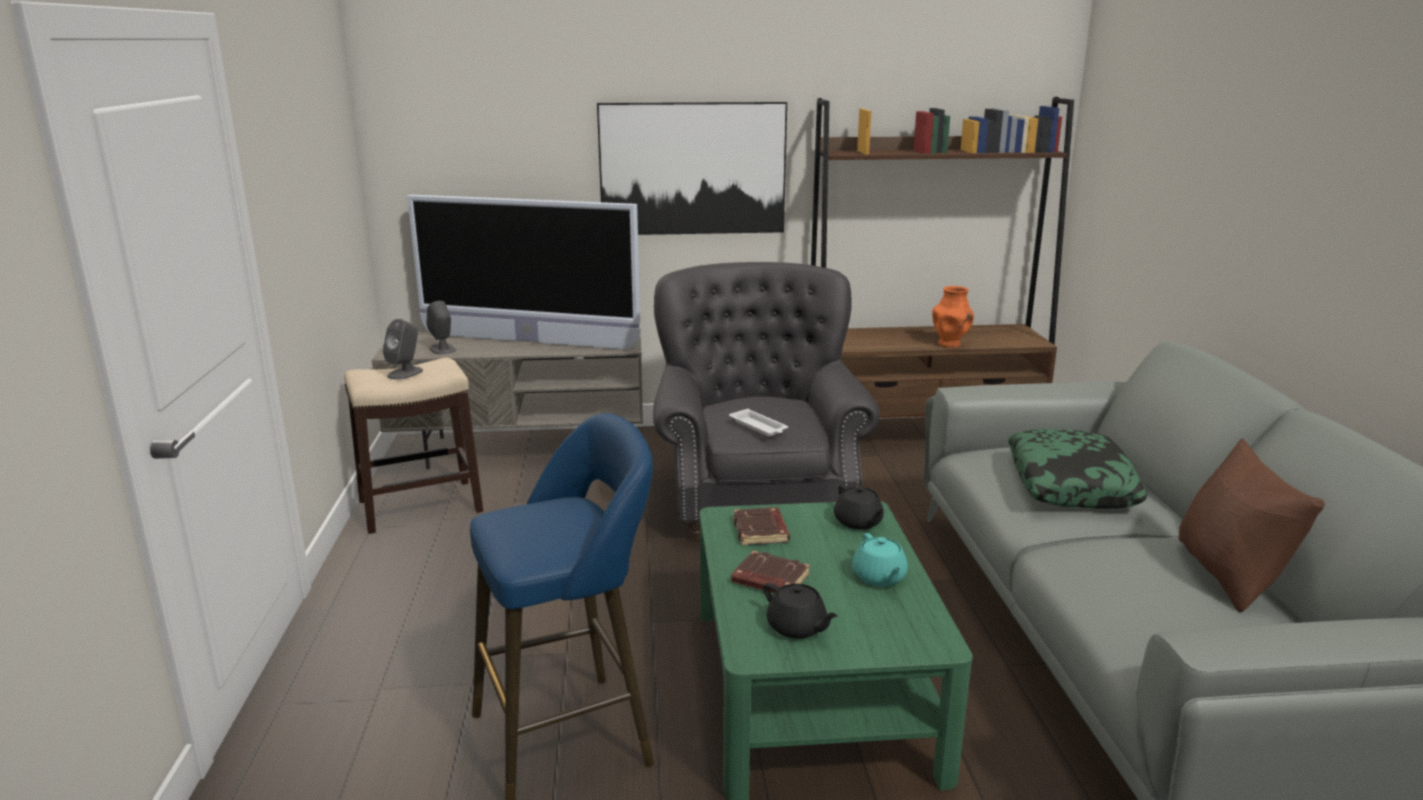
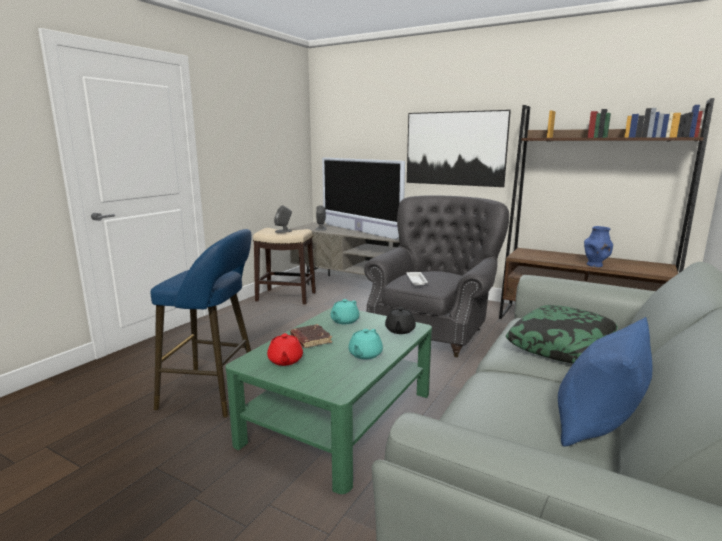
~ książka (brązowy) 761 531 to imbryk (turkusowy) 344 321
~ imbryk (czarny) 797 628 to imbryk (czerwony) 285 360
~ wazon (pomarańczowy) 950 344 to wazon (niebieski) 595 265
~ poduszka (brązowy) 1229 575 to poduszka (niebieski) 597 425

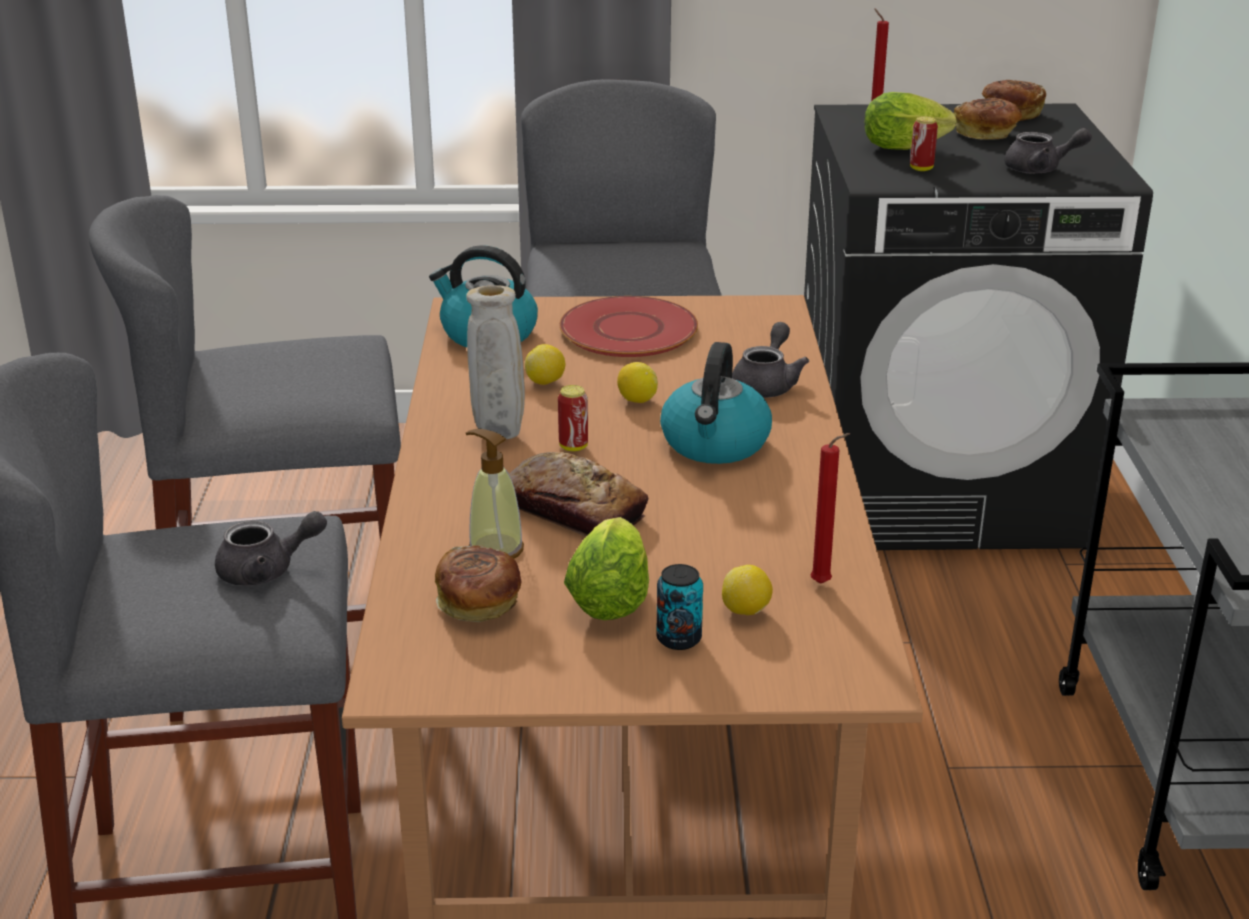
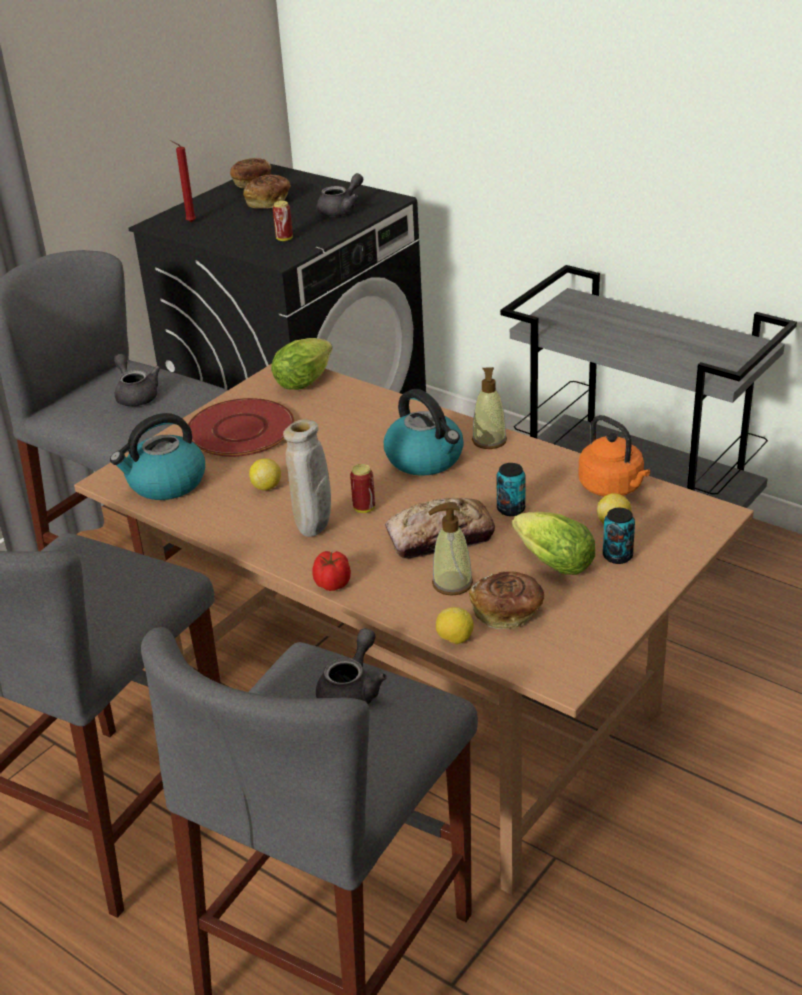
~ cytryna 637 400 to 454 639
~ imbryk (szary) 767 384 to 136 395
~ świeca (czerwony) 824 584 to czajnik (pomarańczowy) 613 488
~ sałata 908 148 to 306 380
+ pomidor 332 584
+ dozownik mydła 489 441
+ puszka 511 509

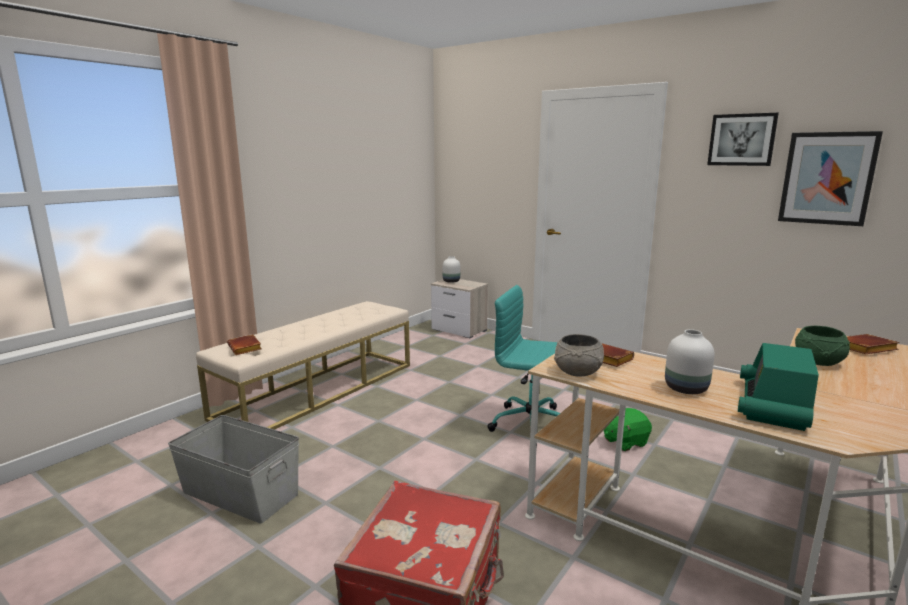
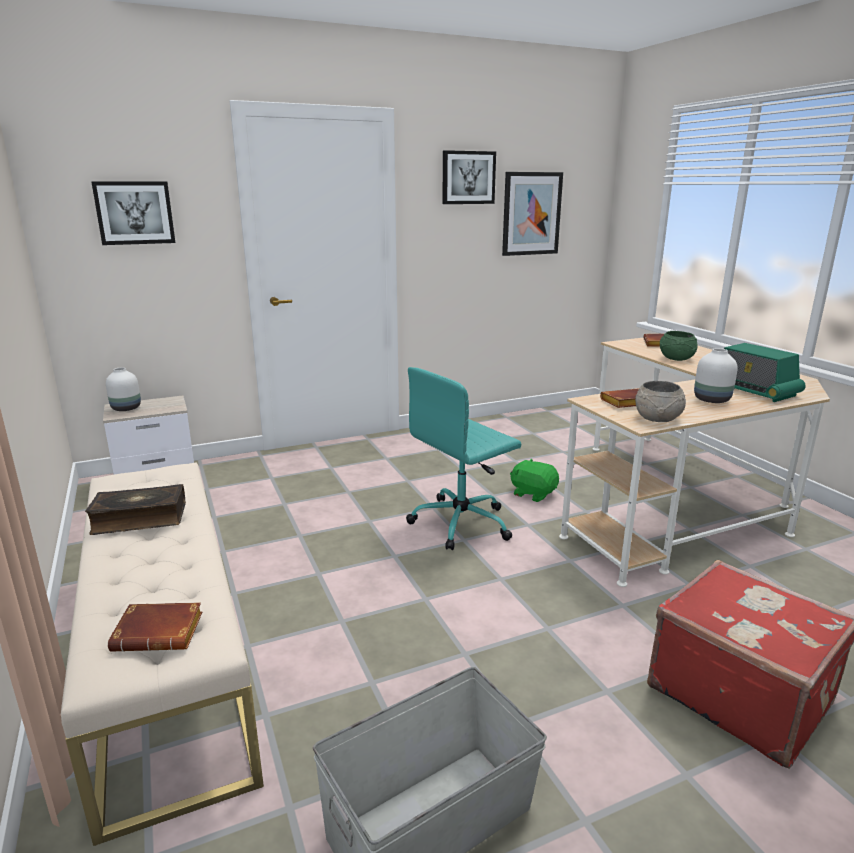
~ pluszak (zielony) 624 442 = 533 493 120 degrees clockwise
+ książka 139 519
+ obraz 134 213

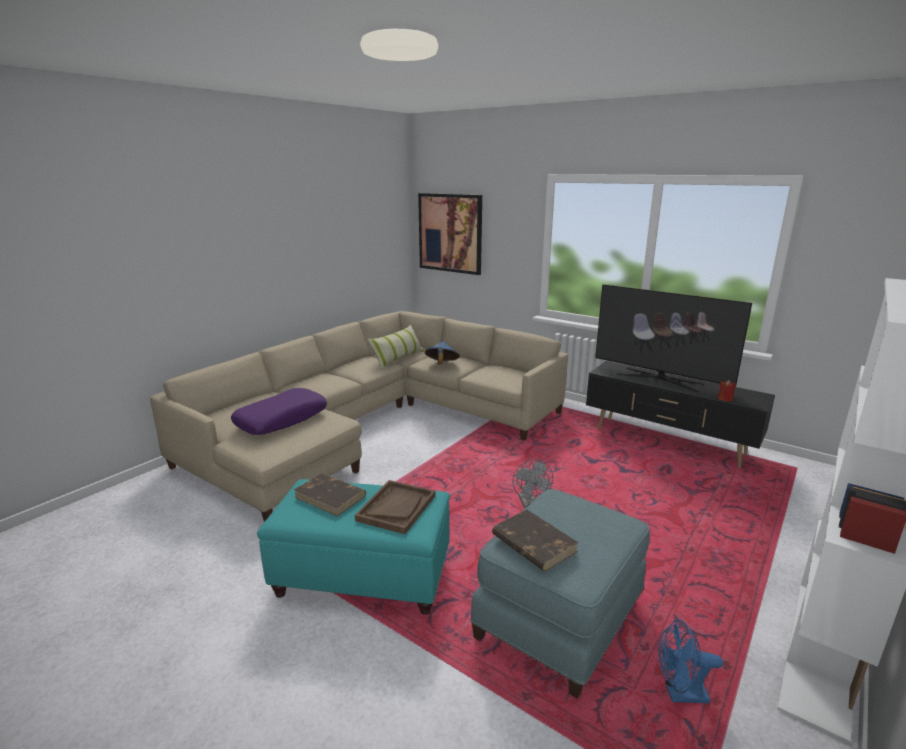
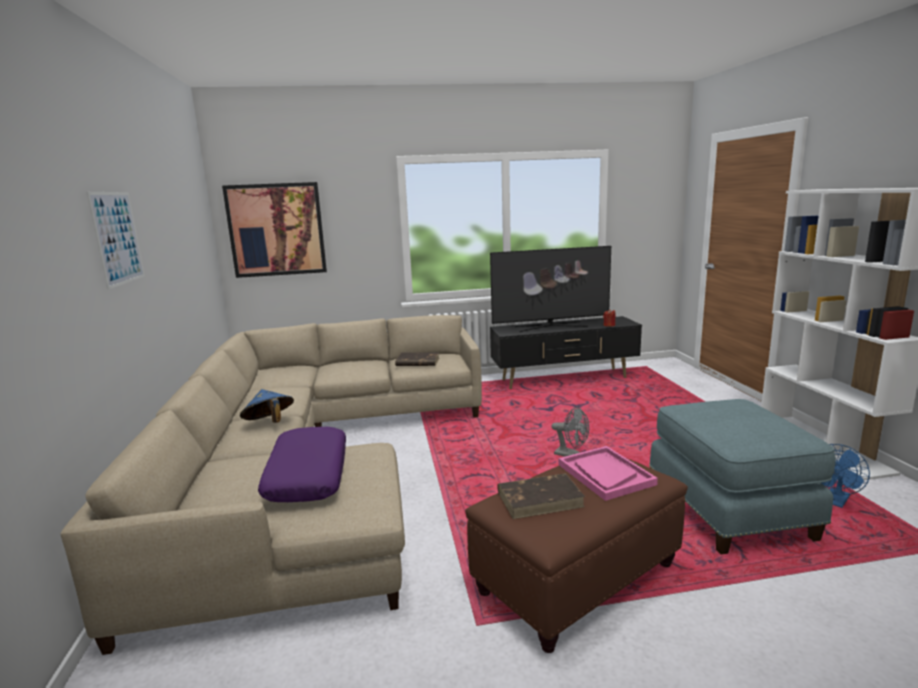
~ pufa (turkusowy) 364 577 to pufa (brązowy) 578 578
~ taca (brązowy) 396 508 to taca (różowy) 605 474
- poduszka 397 358
~ kapelusz (niebieski) 441 364 to 269 423
~ książka (brązowy) 533 543 to 417 362
+ obraz 117 238

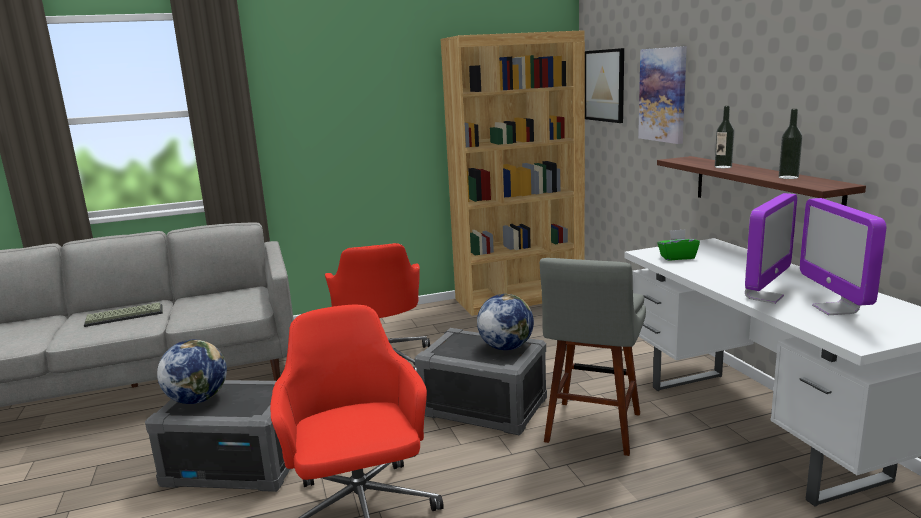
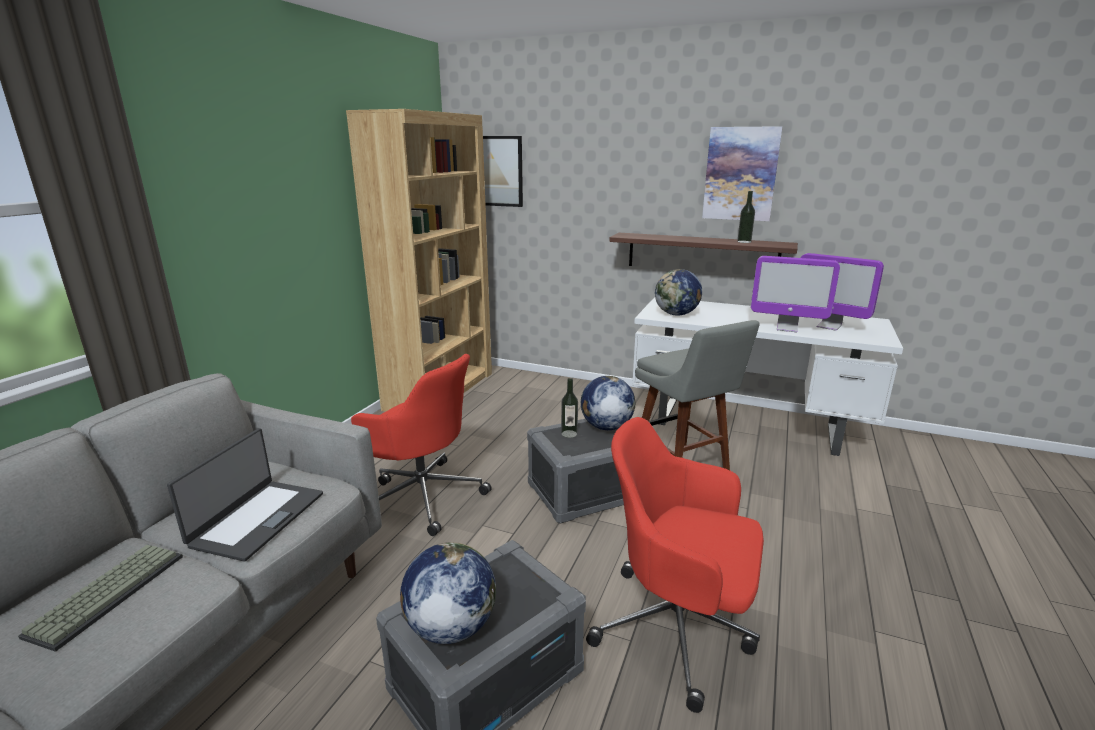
~ obraz 663 95 to 740 174
~ pudełko chusteczek (zielony) 677 257 to globus 676 314
~ butelka 723 167 to 569 434
~ monitor 764 297 = 787 328 120 degrees clockwise
+ laptop 257 519

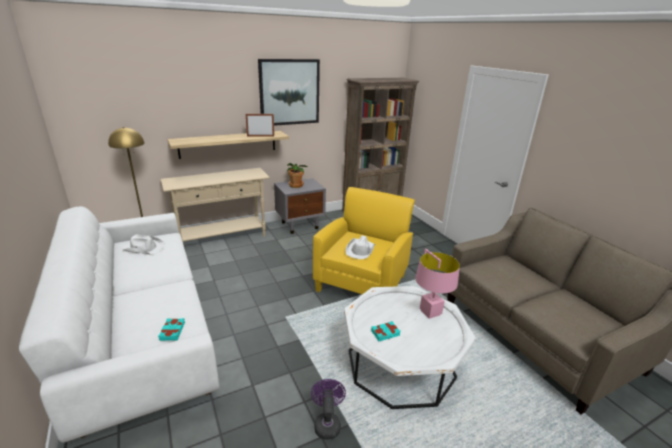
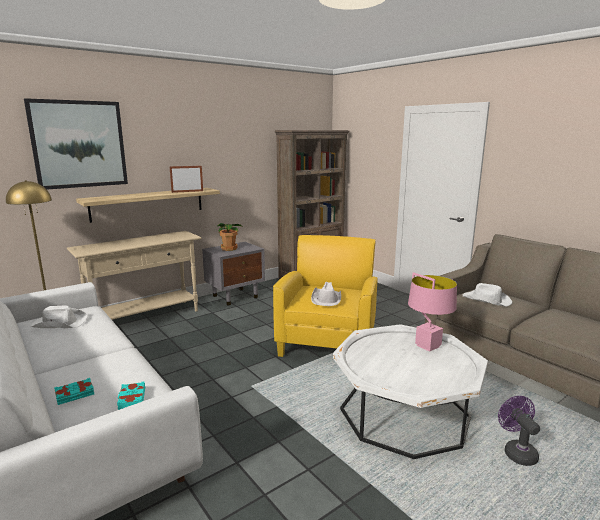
~ obraz 289 92 to 79 144
~ wentylator (fioletowy) 327 423 to 516 451
~ książka (turkusowy) 385 333 to 75 394
+ kapelusz (biały) 487 300

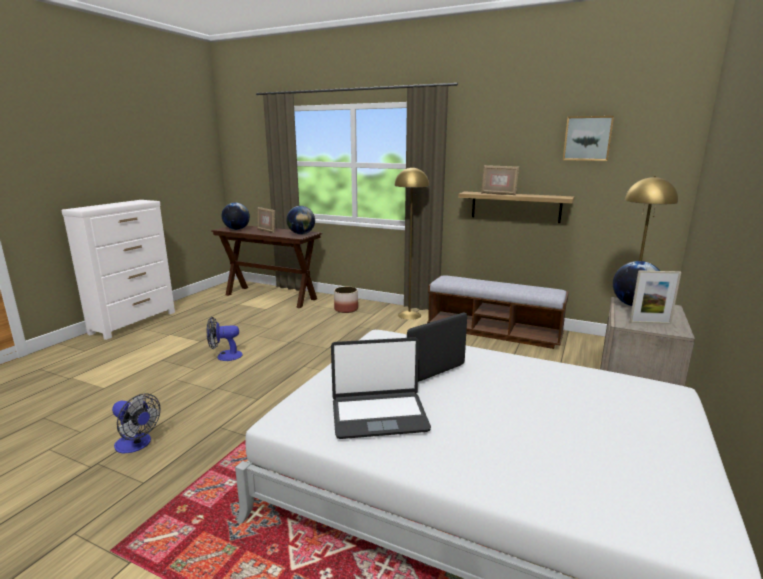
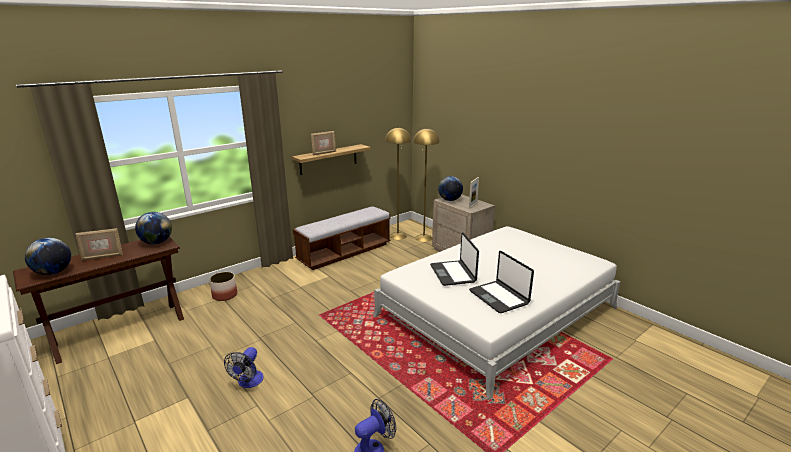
~ laptop 379 415 = 499 297 135 degrees clockwise
~ lampa stojąca (żółty) 409 315 to 397 236
- obraz 587 138

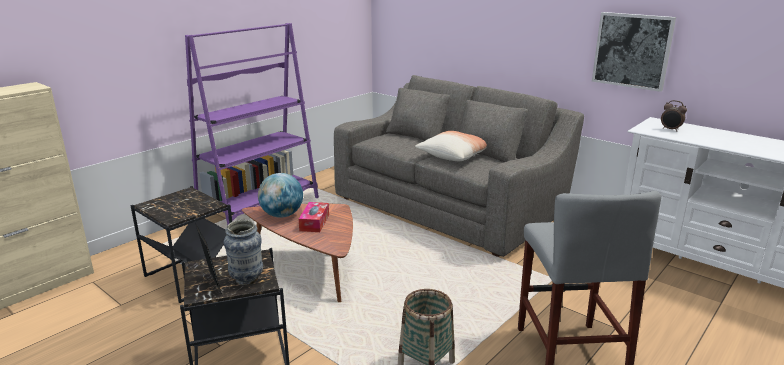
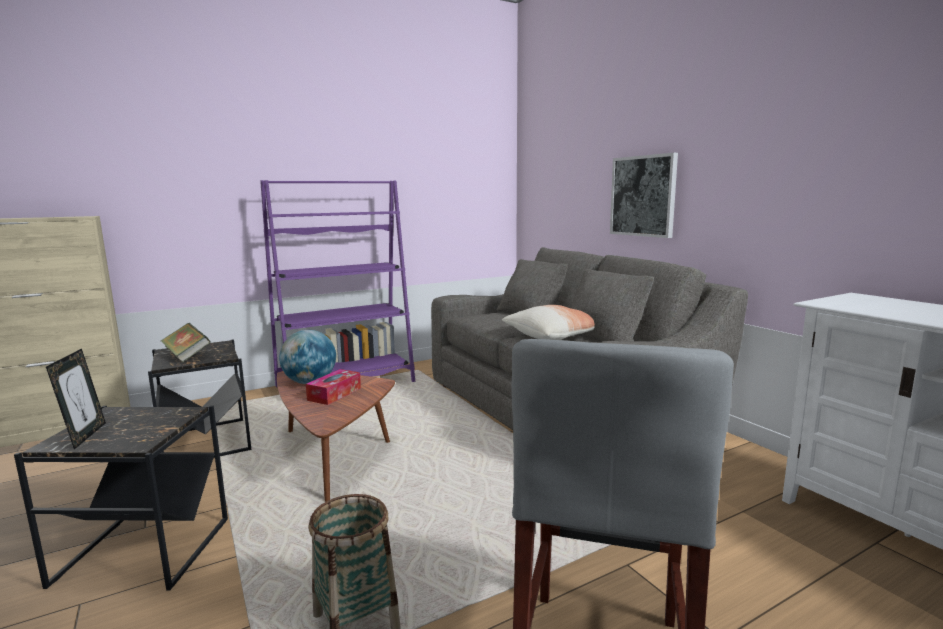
- wazon 247 279
~ obraz 632 50 to 643 196
- budzik 670 129
+ książka 187 356

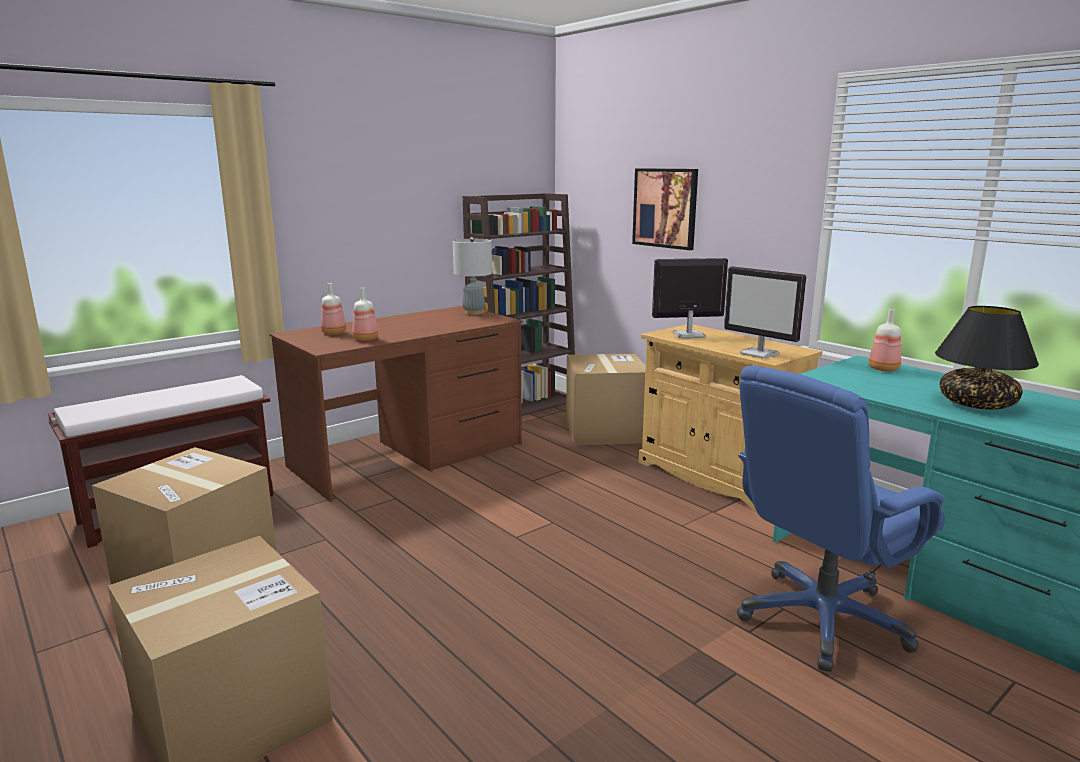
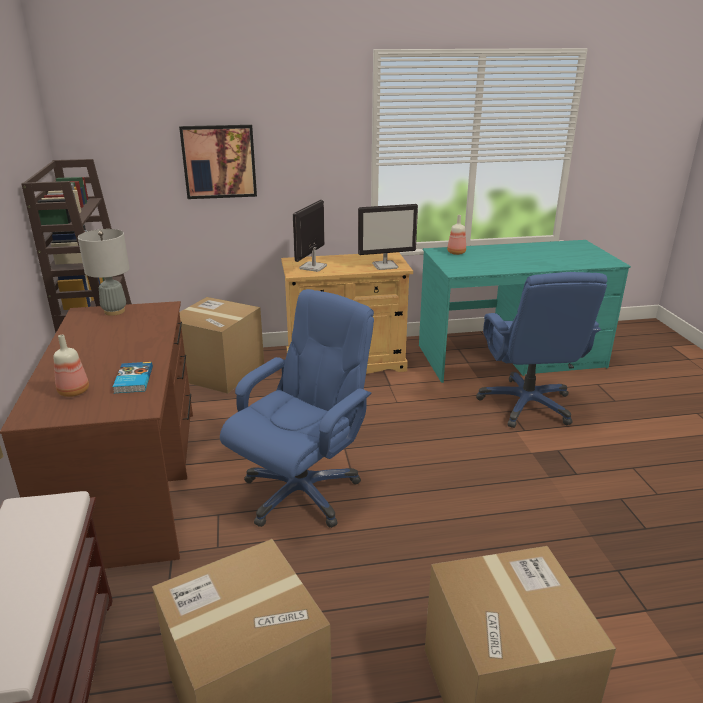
~ butelka 364 339 to książka 132 380
- lampa stołowa (czarny) 977 404
+ krzesło biurowe (niebieski) 302 491

